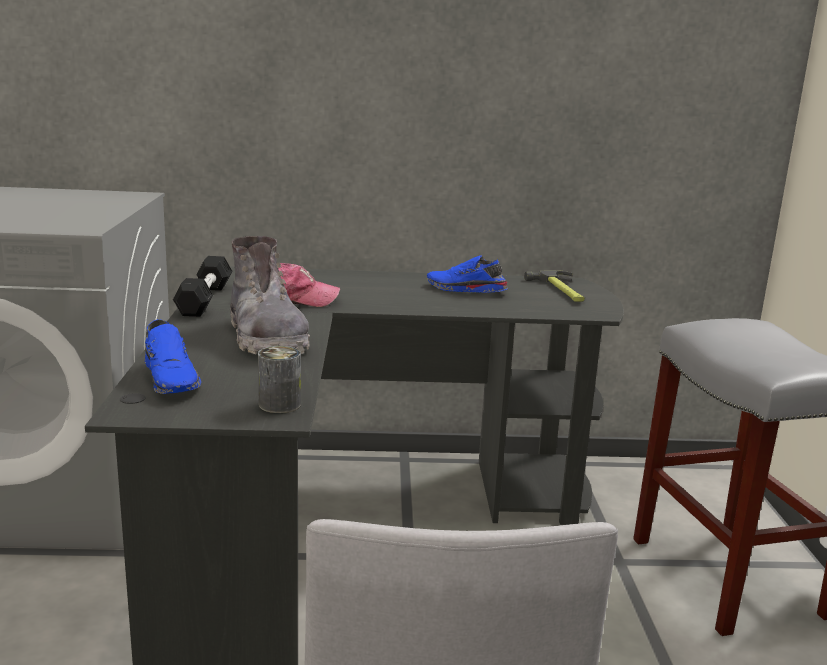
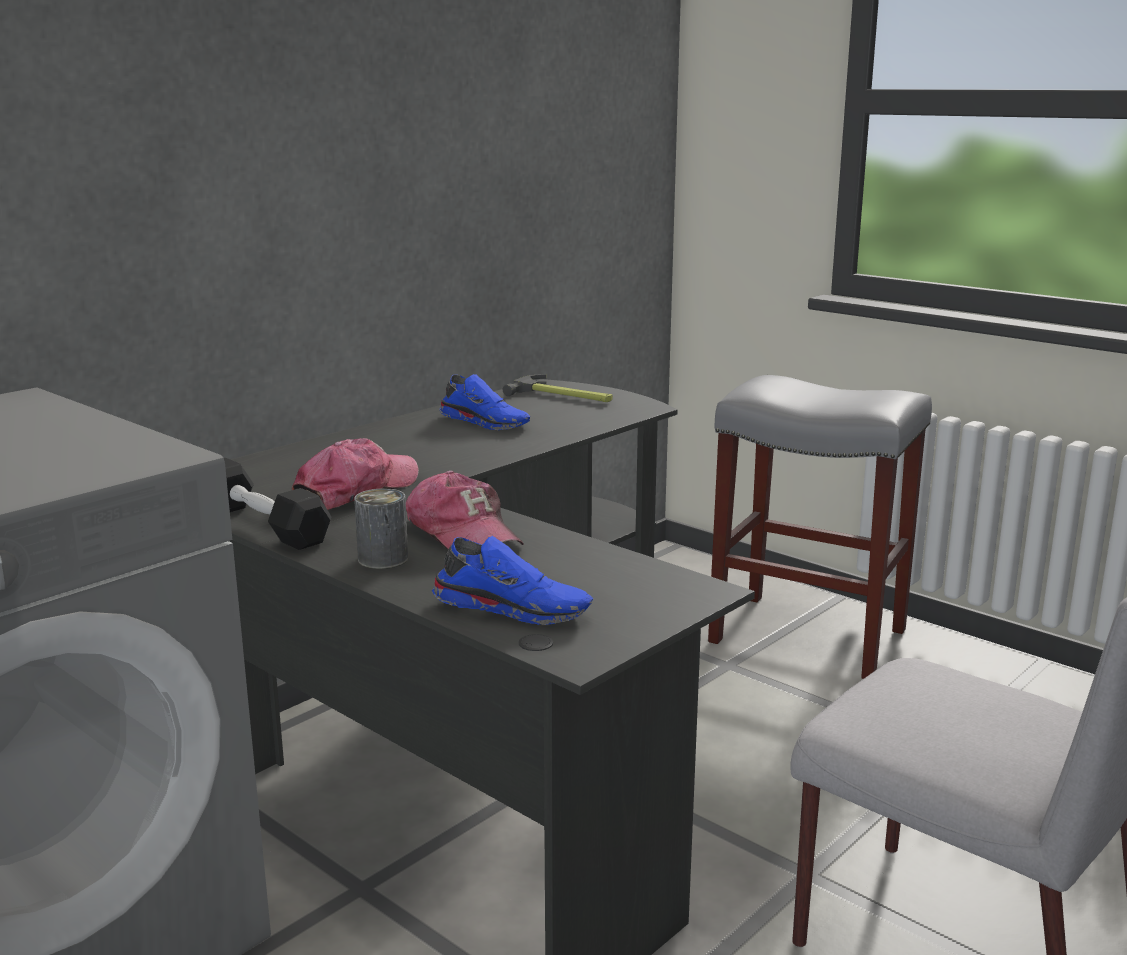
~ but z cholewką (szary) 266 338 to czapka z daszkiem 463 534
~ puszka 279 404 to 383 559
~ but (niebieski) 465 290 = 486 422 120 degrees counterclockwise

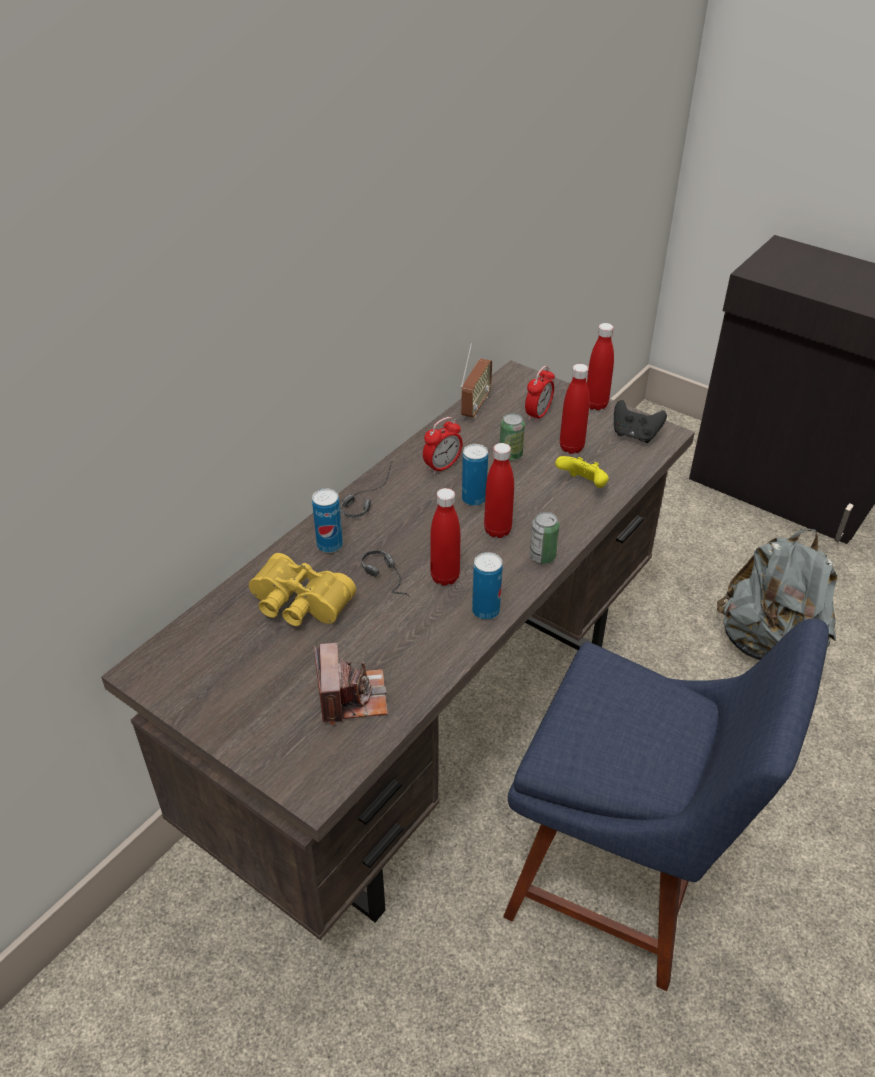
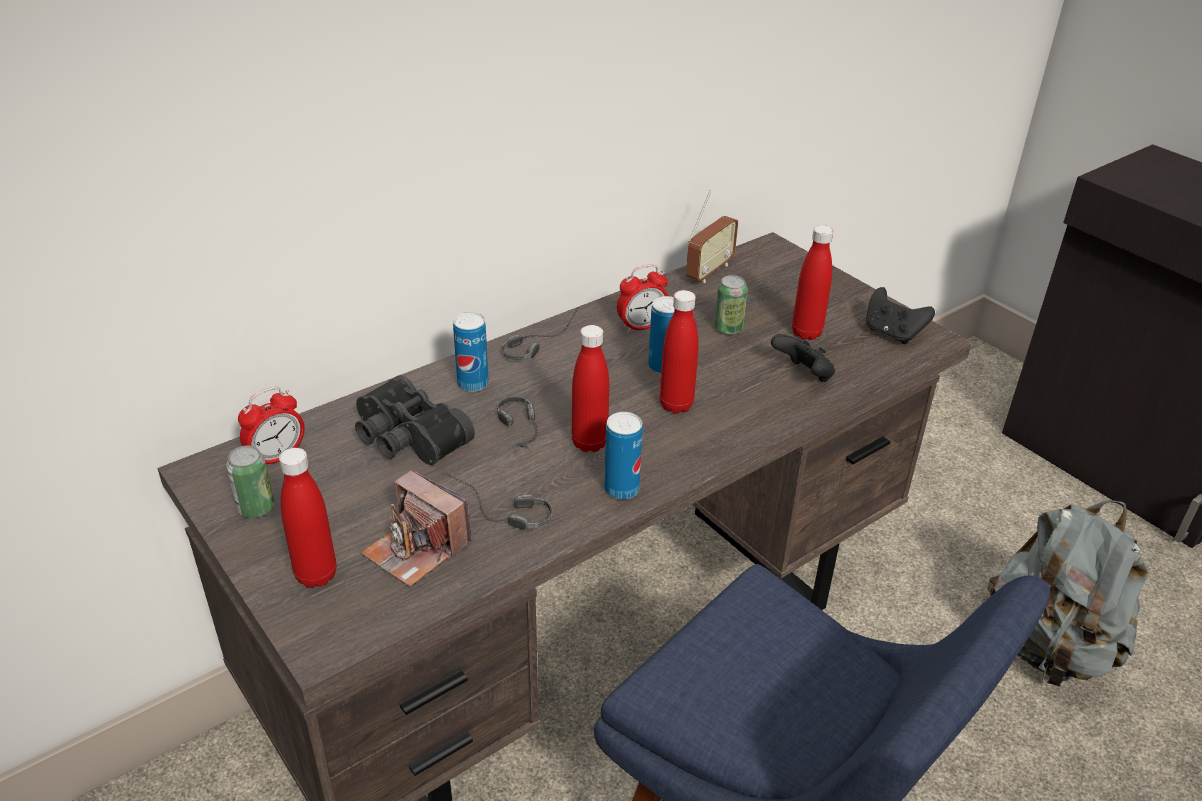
~ lornetka (żółty) 298 605 to lornetka (czarny) 406 439
~ aparat fotograficzny 351 696 = 417 549 120 degrees clockwise
~ budzik 538 414 to 277 457
~ puszka 542 556 to 256 508
~ pad do gier (żółty) 583 485 to pad do gier (czarny) 803 376
~ butelka (czerwony) 596 405 to 316 575
+ słuchawki 494 513

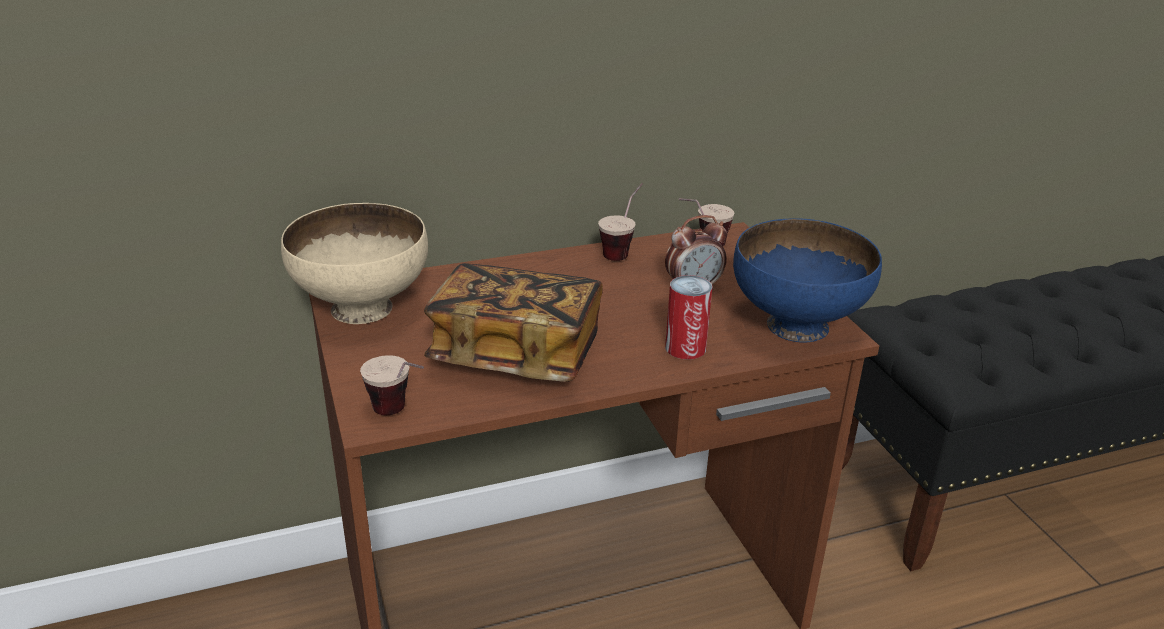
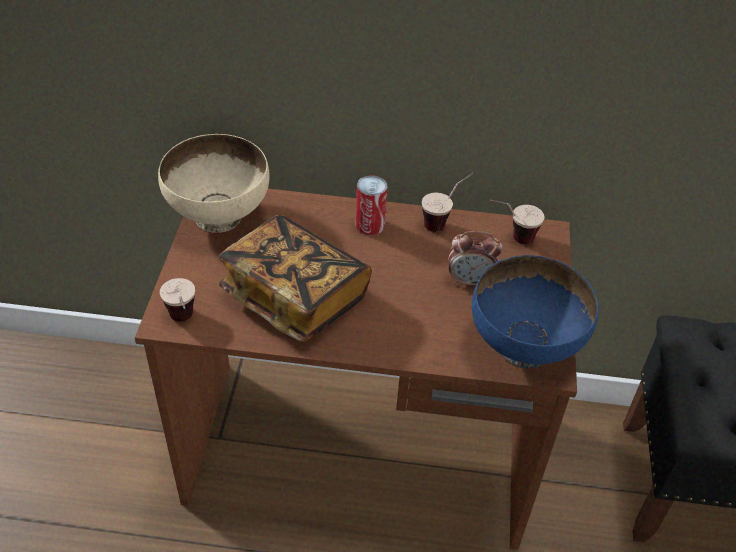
~ puszka 685 348 to 370 225

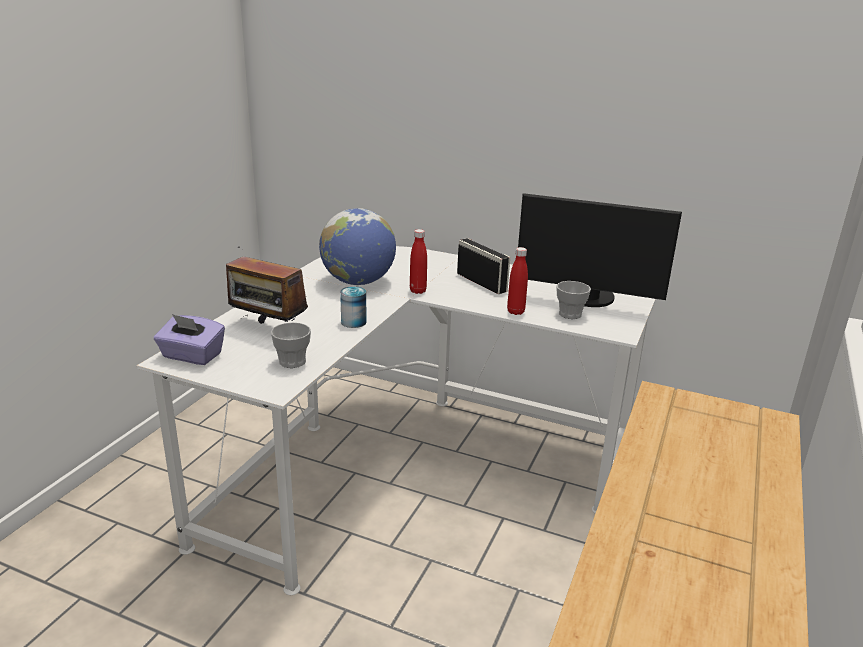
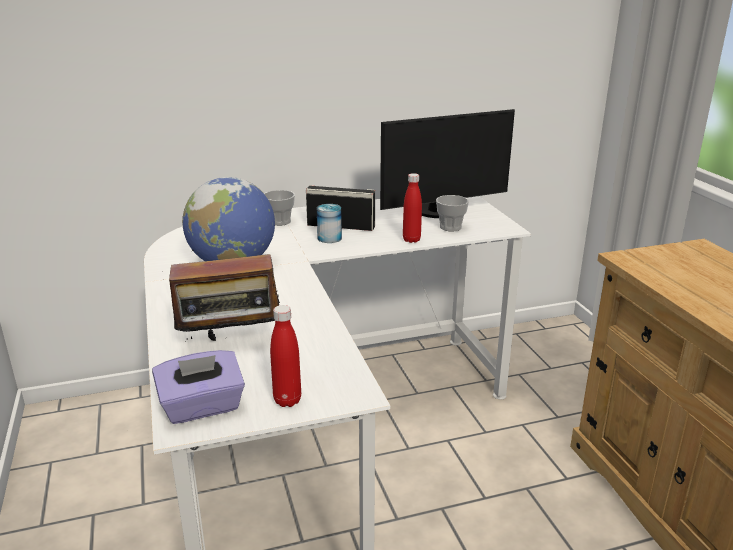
~ filiżanka 292 361 to 280 221
~ puszka 353 322 to 329 238
~ butelka (czerwony) 418 291 to 287 400

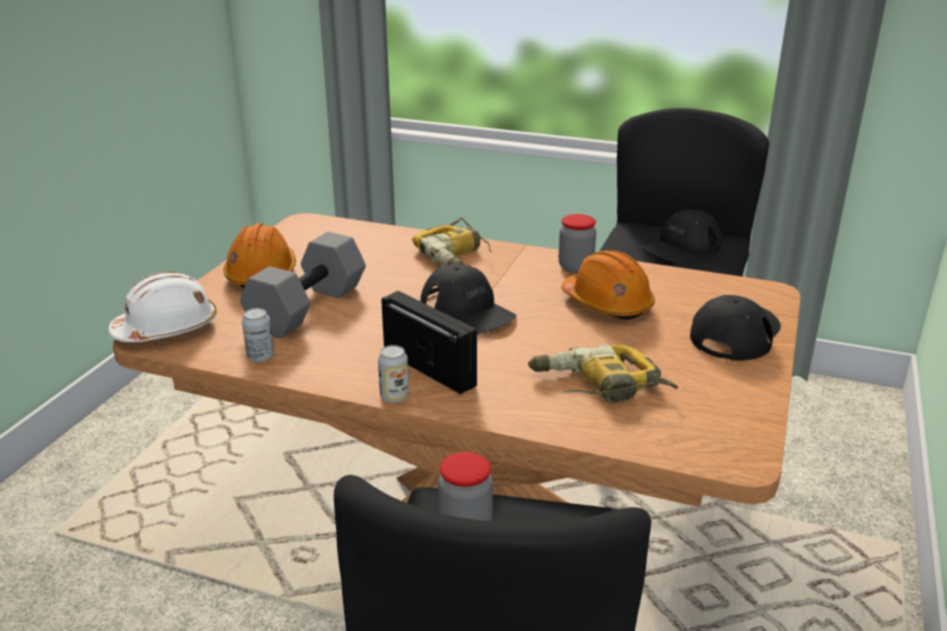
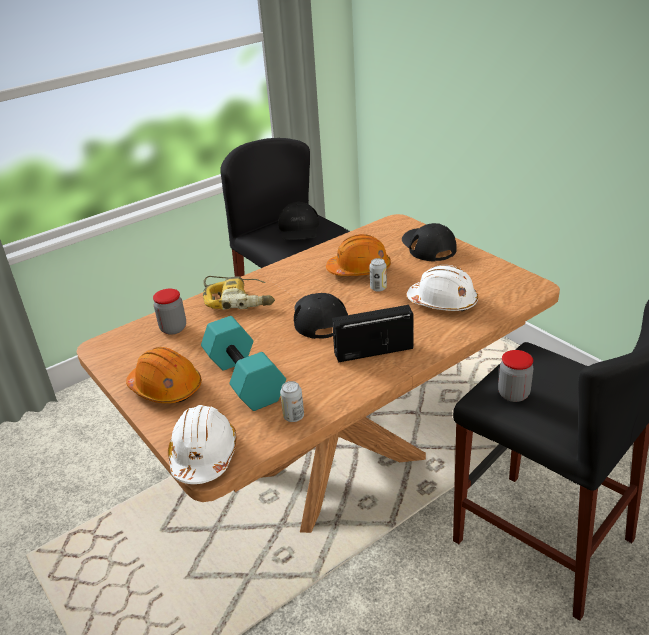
~ hantel (szary) 308 309 to hantel (turkusowy) 246 379
~ puszka 394 397 to 378 288
~ czapka z daszkiem (czarny) 467 311 = 319 317 90 degrees counterclockwise
~ wiertarka 598 386 to kask (biały) 443 302
~ słoik 575 267 to 173 328

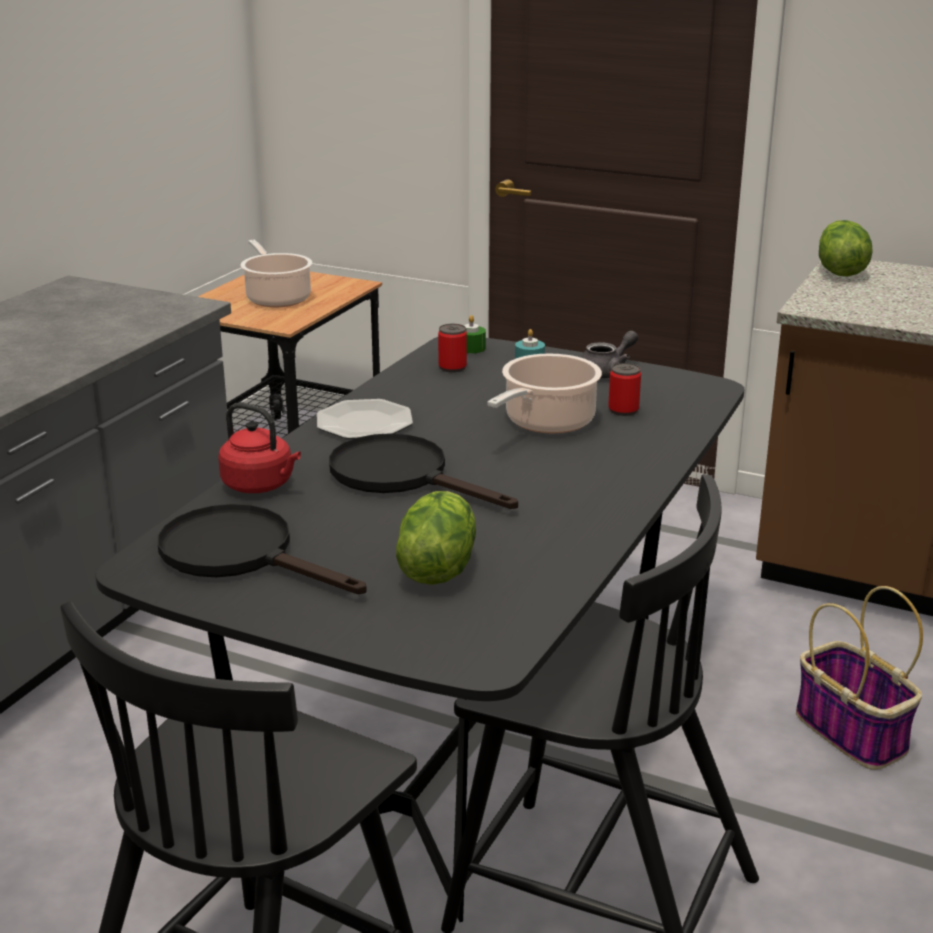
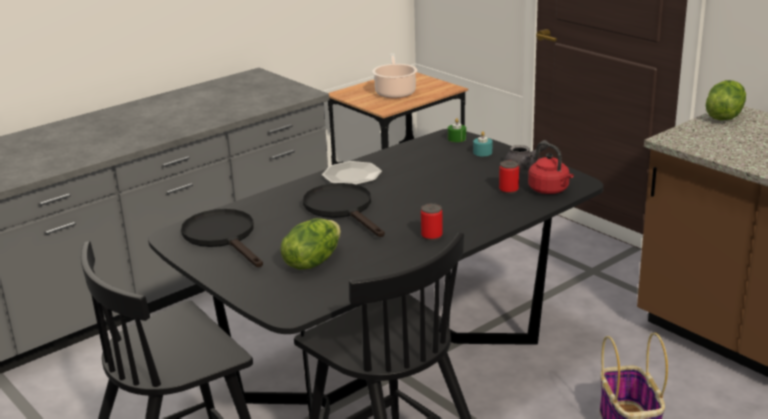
~ czajnik (czerwony) 261 485 to 550 190
~ puszka 452 367 to 431 236
- garnek 546 422

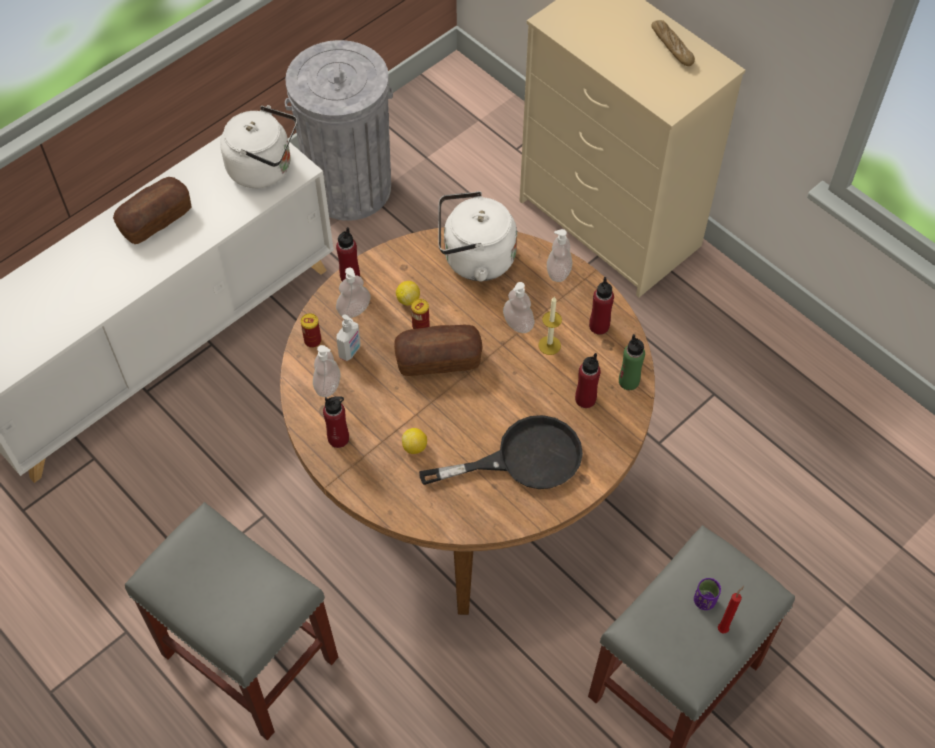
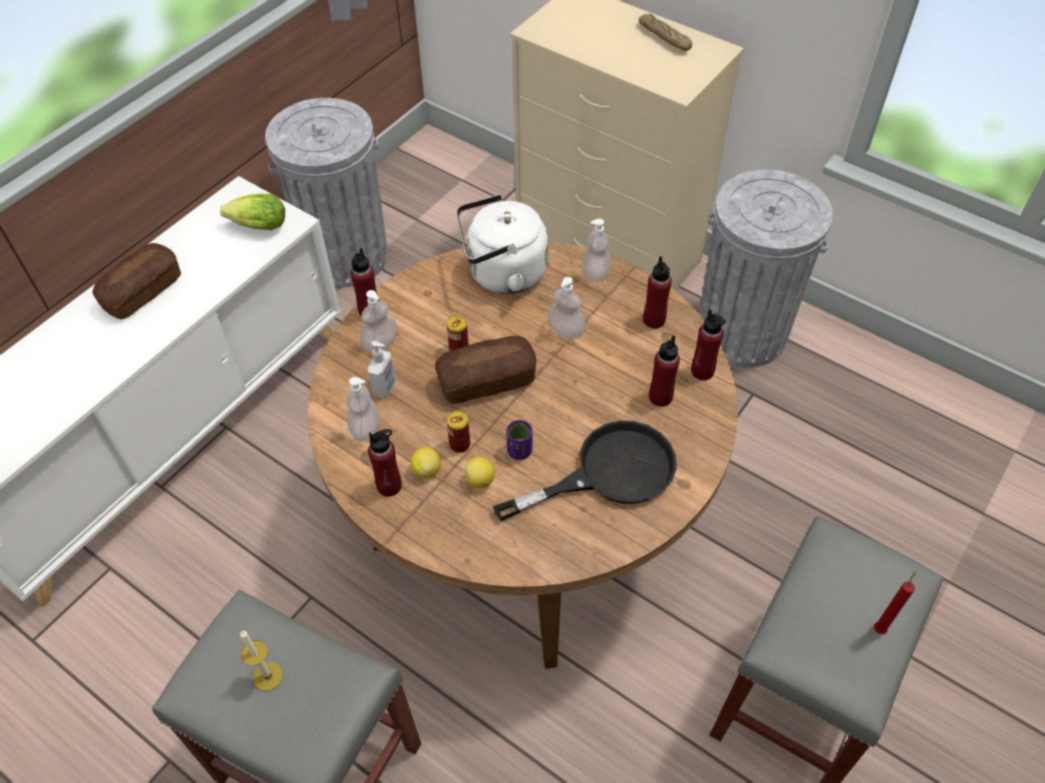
~ czajnik (biały) 264 169 to sałata 256 226
~ puszka 312 341 to 460 444
~ cytryna 408 299 to 426 470
~ świeca 549 345 to 268 676
~ butelka (zielony) 629 381 to butelka (czerwony) 702 371
~ filiżanka (fioletowy) 704 601 to 519 451
+ kosz na śmieci (szary) 741 332

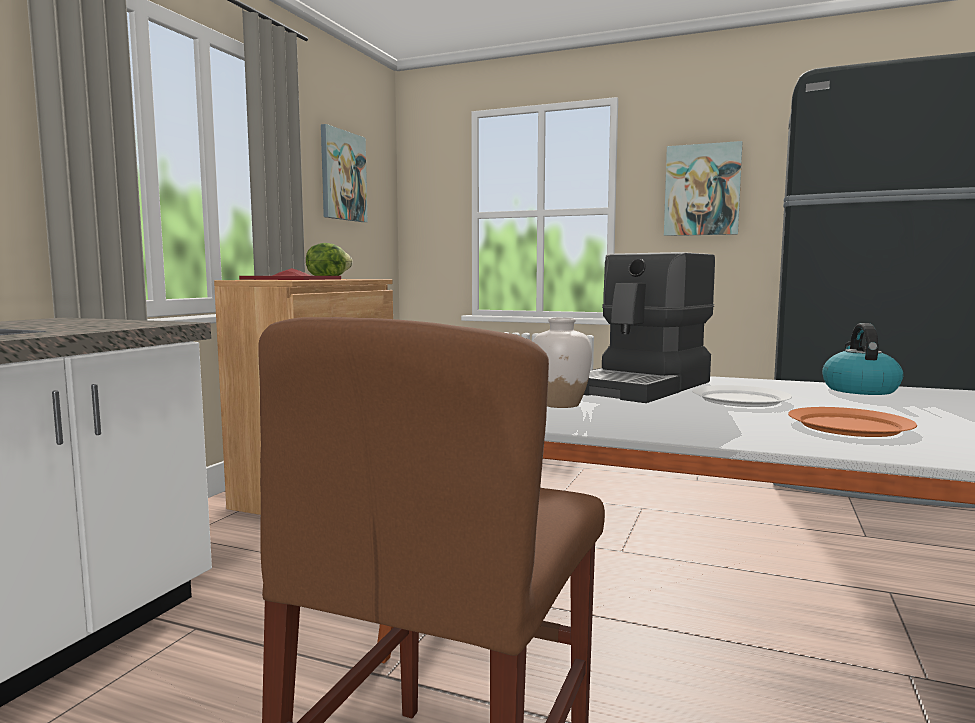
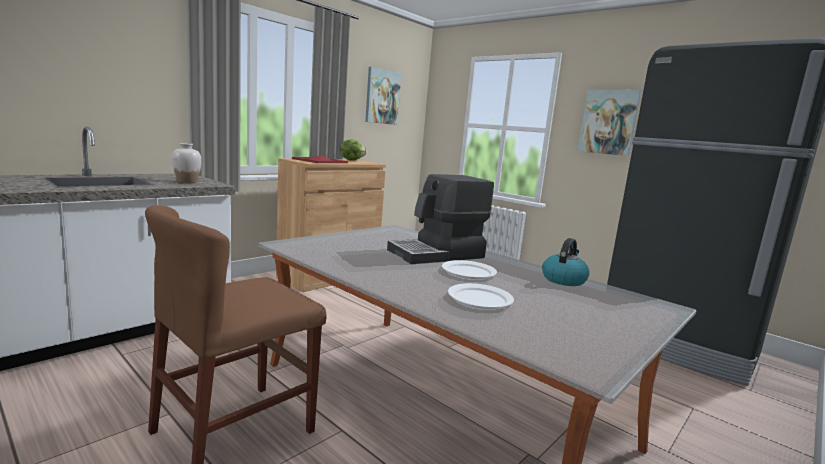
~ wazon (biały) 560 404 to 187 181
~ talerz (pomarańczowy) 848 426 to talerz (biały) 479 299

